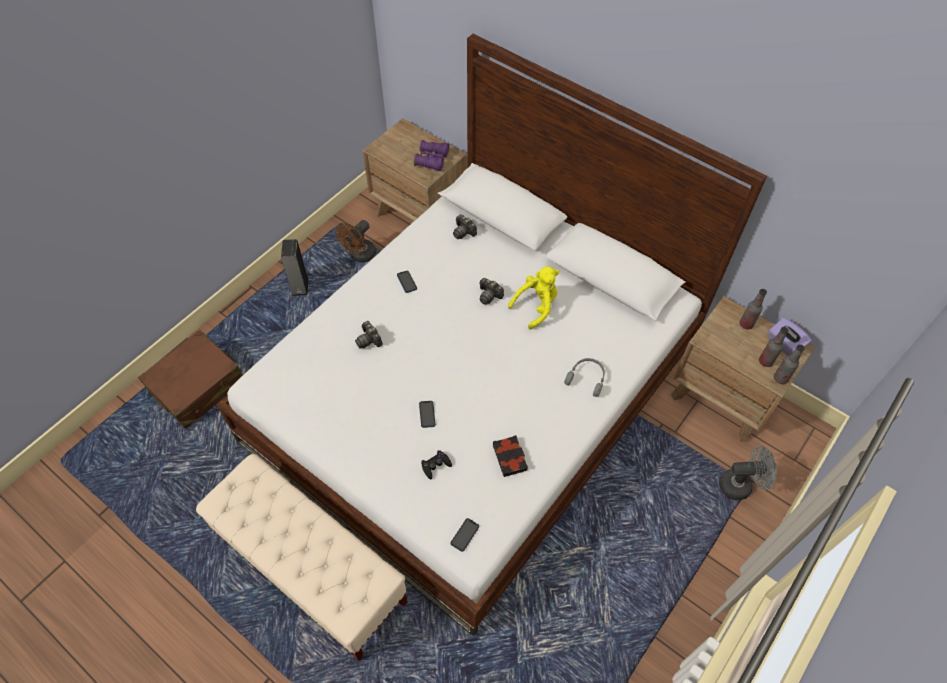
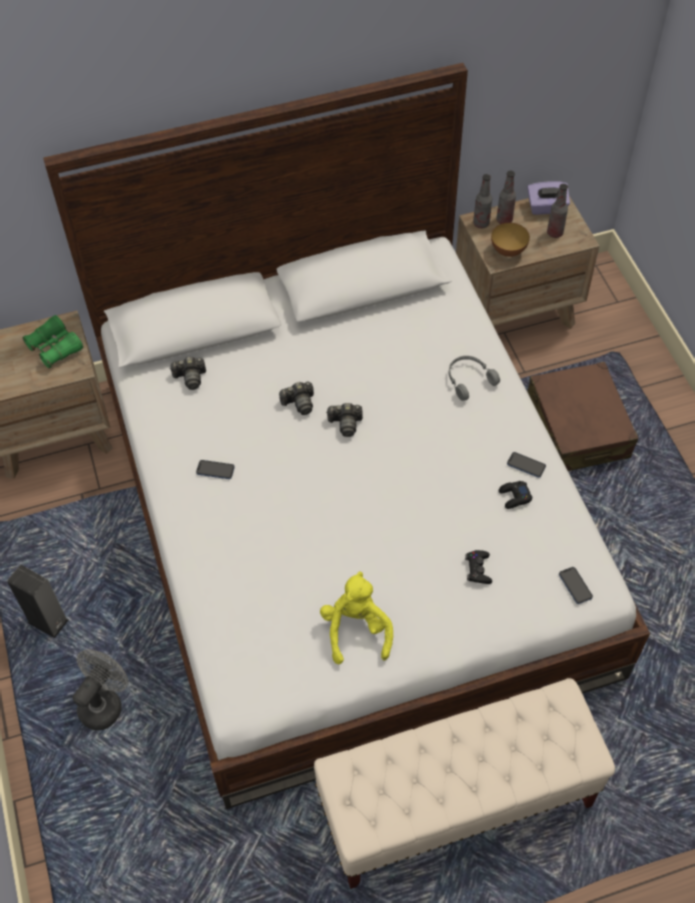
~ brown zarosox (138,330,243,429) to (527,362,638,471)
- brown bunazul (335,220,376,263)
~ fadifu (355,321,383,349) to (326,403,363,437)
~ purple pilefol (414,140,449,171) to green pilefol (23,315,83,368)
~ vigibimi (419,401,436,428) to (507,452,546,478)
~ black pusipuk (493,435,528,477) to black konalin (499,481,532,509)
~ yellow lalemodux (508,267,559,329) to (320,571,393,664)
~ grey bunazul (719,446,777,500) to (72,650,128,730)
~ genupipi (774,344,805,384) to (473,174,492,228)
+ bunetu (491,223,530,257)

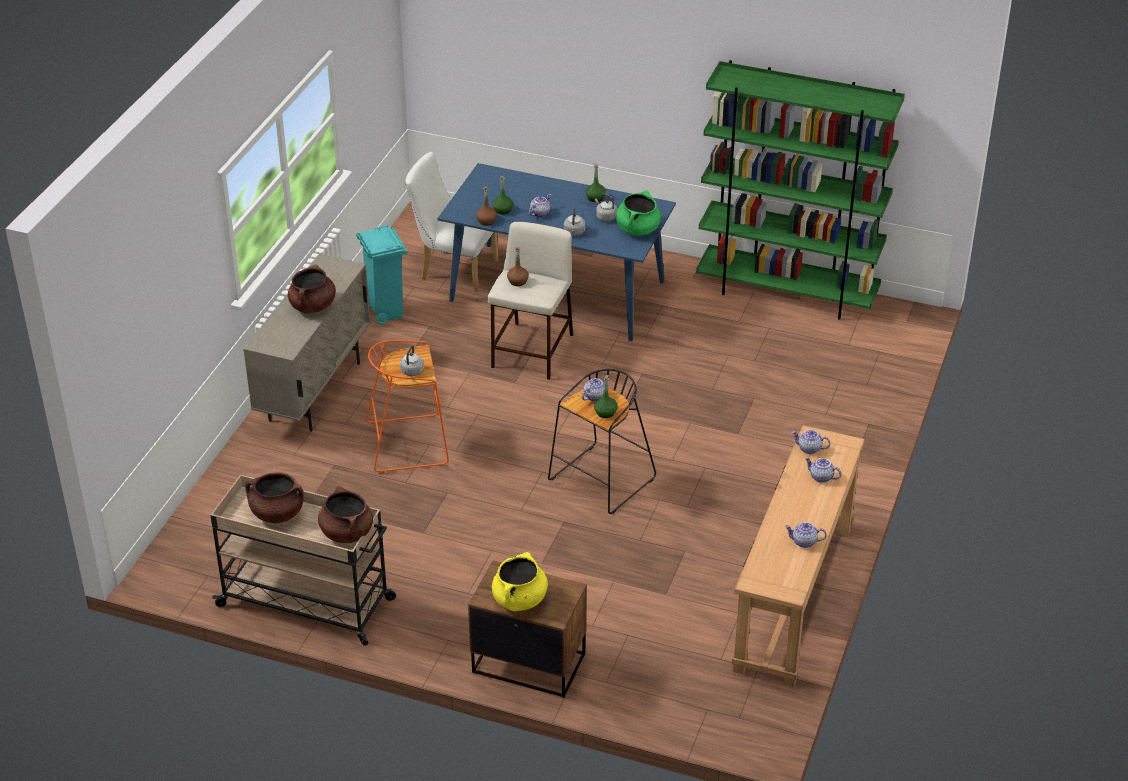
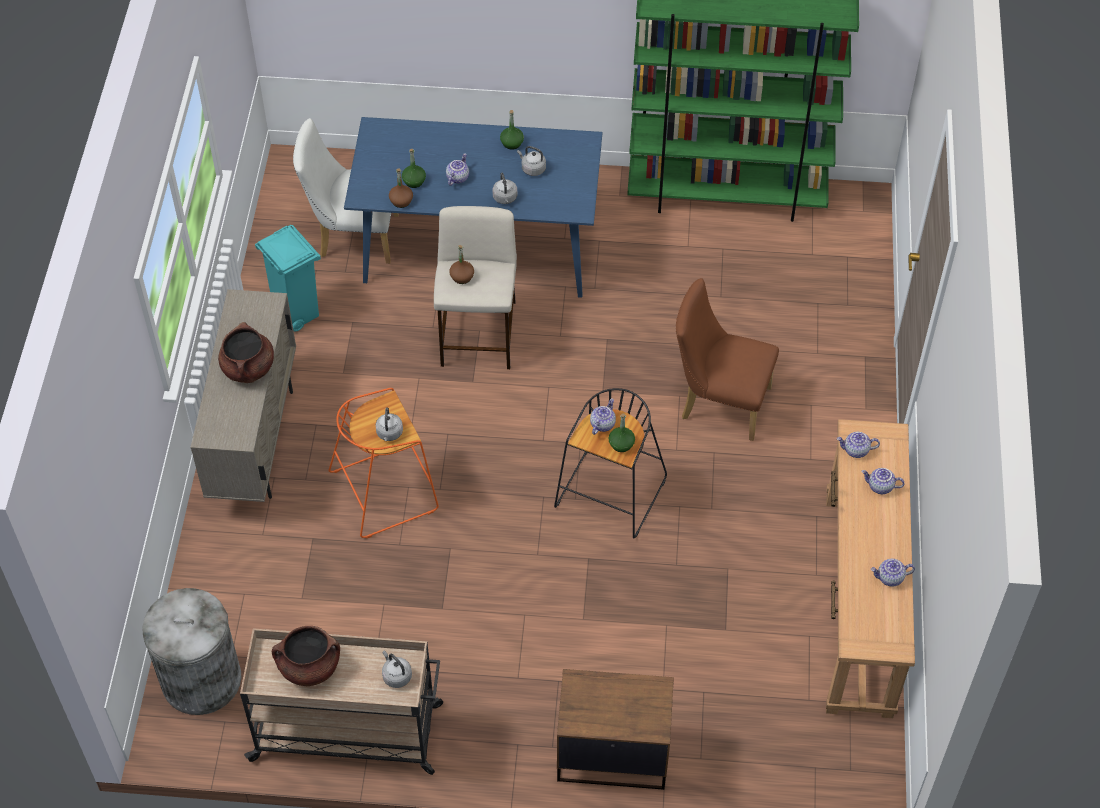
~ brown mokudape (318,486,373,543) to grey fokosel (382,650,412,688)
- yellow mokudape (492,552,548,611)
- green mokudape (616,190,661,236)
+ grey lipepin (143,588,241,715)
+ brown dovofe (676,278,779,441)

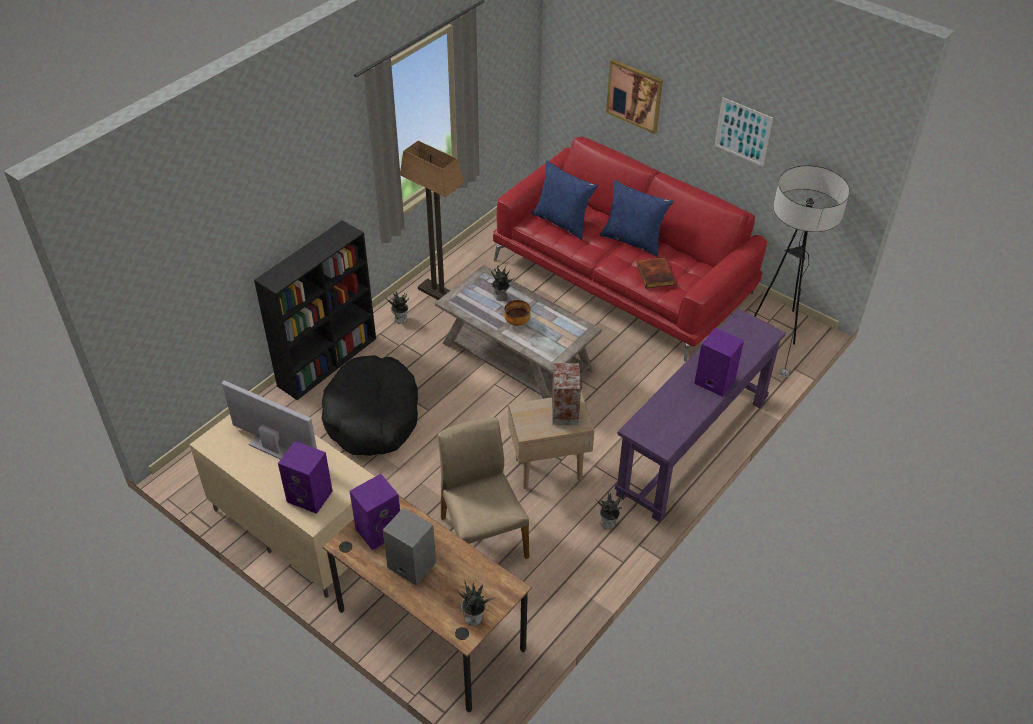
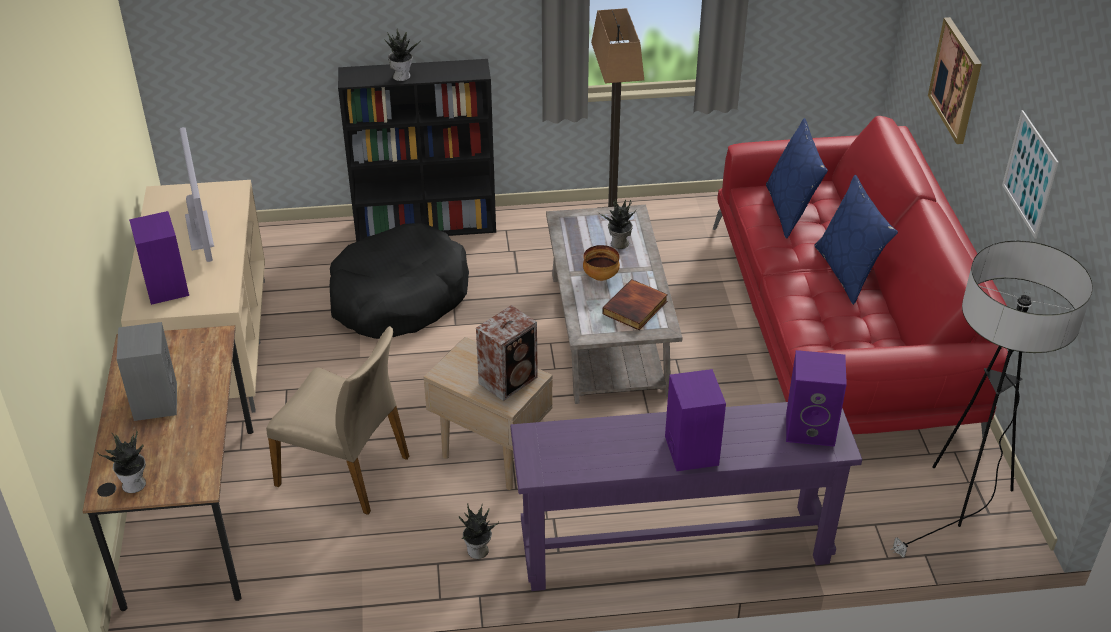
~ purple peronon (350,474,400,550) to (786,350,847,447)
~ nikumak (385,291,409,324) to (384,30,419,81)
~ beige dovofe (438,417,529,559) = (266,326,409,515) 90 degrees clockwise
~ pusipuk (637,257,675,288) to (602,279,668,330)

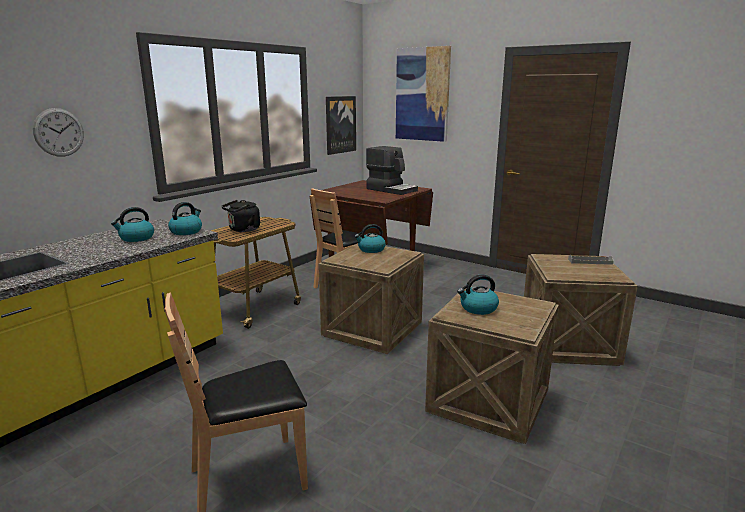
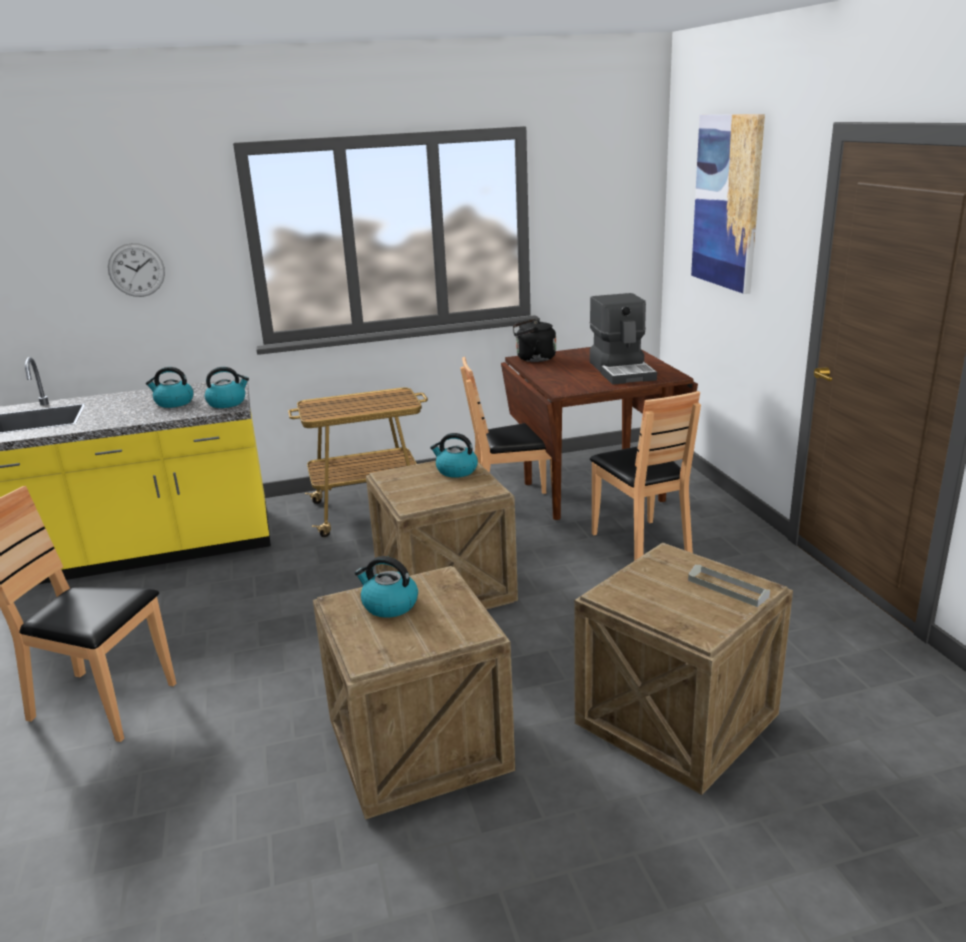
~ black fokosel (222,200,260,232) to (513,319,556,362)
- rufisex (326,96,356,155)
+ brown dovofe (590,391,701,561)

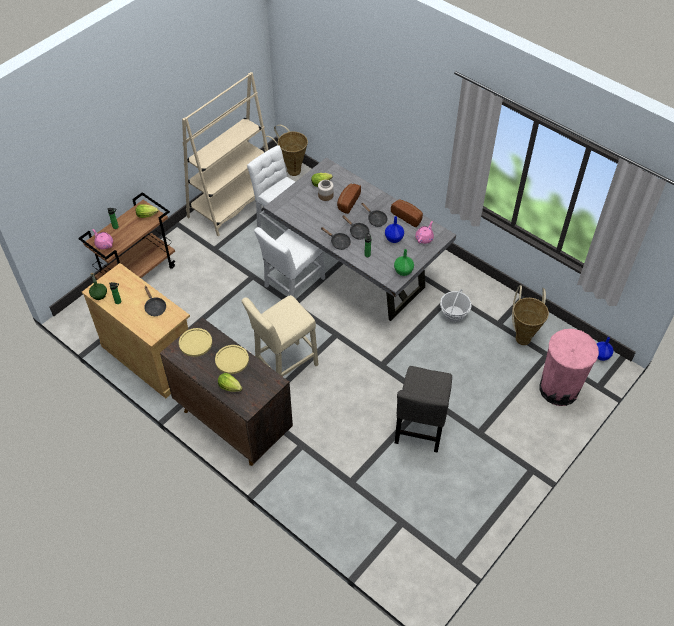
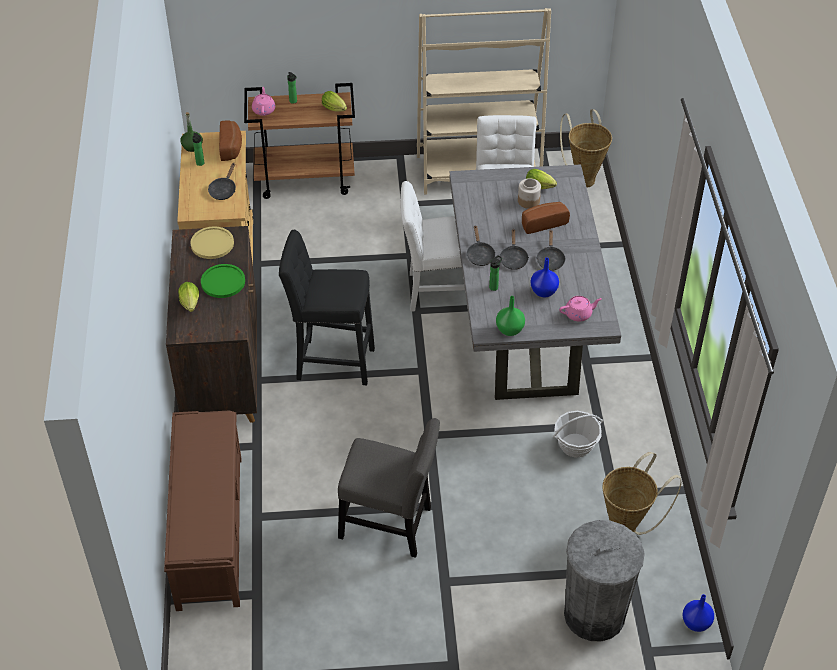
~ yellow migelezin (215,345,249,374) to green migelezin (201,264,245,298)
~ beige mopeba (241,295,319,377) to black mopeba (279,229,375,385)
~ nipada (391,199,423,227) to (219,120,242,161)
~ grey dovofe (395,366,452,453) = (338,418,440,558) 135 degrees counterclockwise
~ pink lipepin (540,329,599,406) to grey lipepin (564,520,645,642)
+ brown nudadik (164,411,241,611)

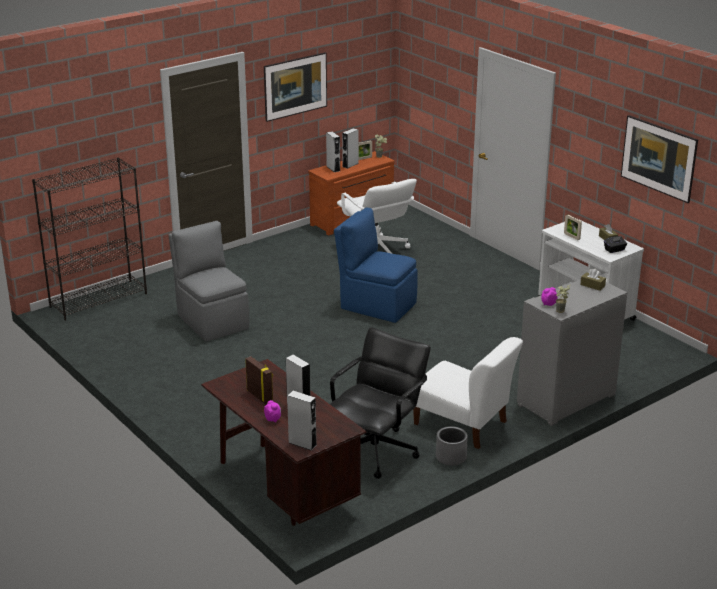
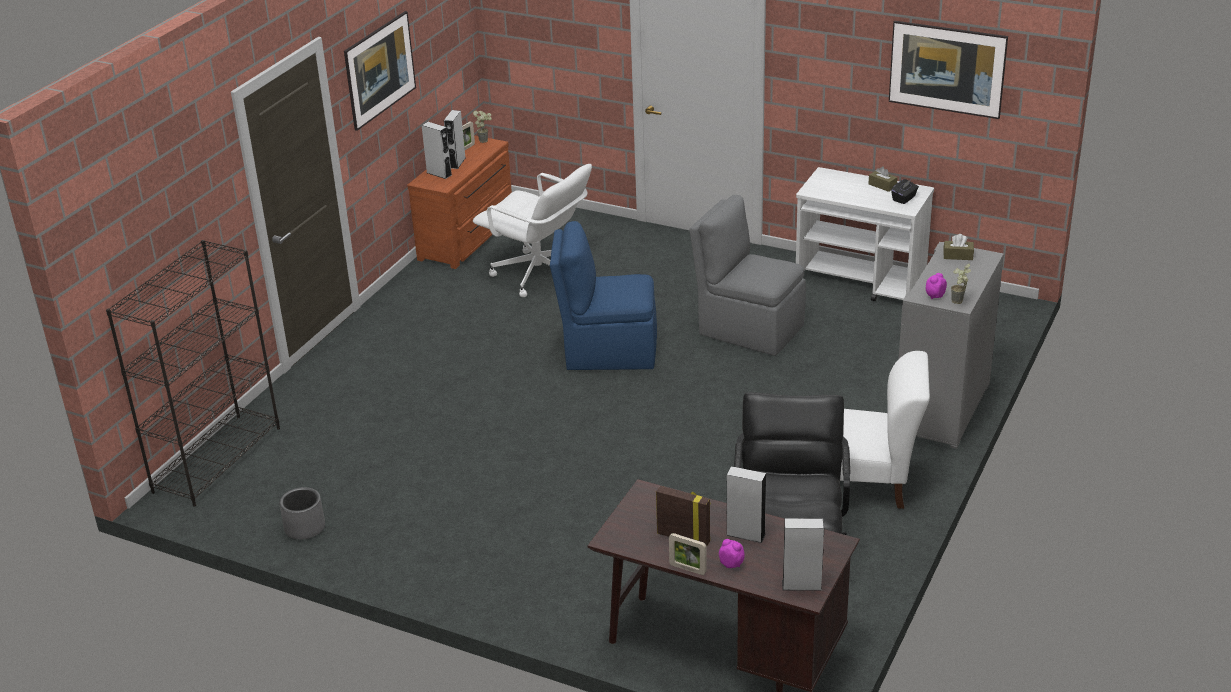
~ grey dovofe (169,221,249,341) to (689,195,806,356)
~ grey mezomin (436,426,468,466) to (279,487,325,539)
~ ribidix (564,215,582,240) to (669,533,707,575)

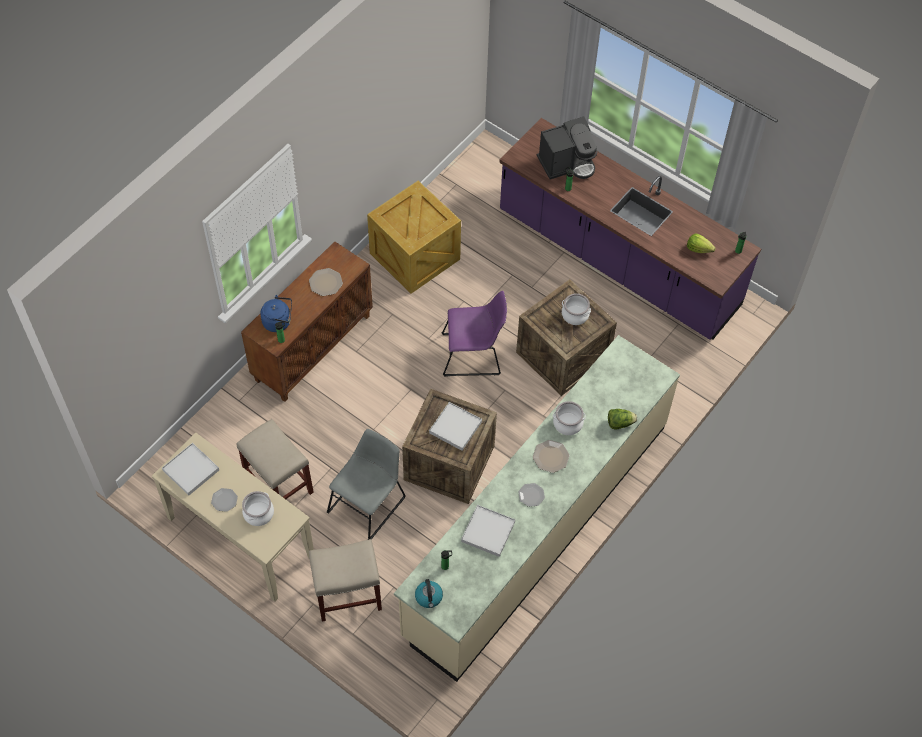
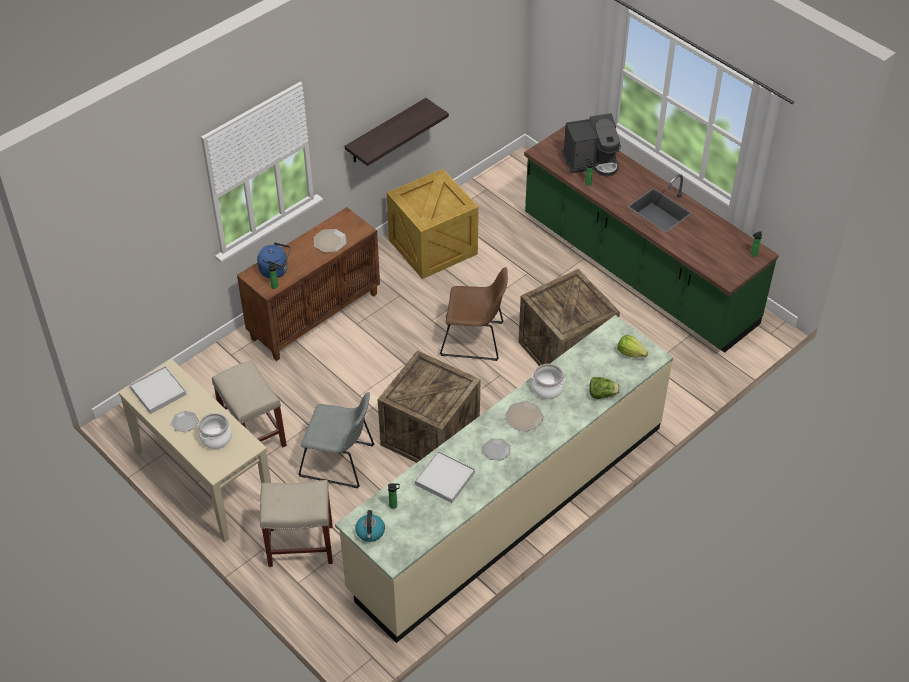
~ grey dovofe (327,429,406,540) = (298,392,374,488) 60 degrees clockwise
- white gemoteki (429,402,482,451)
~ purple dovofe (442,291,507,376) to brown dovofe (440,267,508,361)
~ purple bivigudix (499,118,761,340) to green bivigudix (524,121,779,353)
- mokudape (562,293,591,325)
~ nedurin (687,233,716,253) to (617,335,648,357)
+ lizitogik (345,98,449,166)

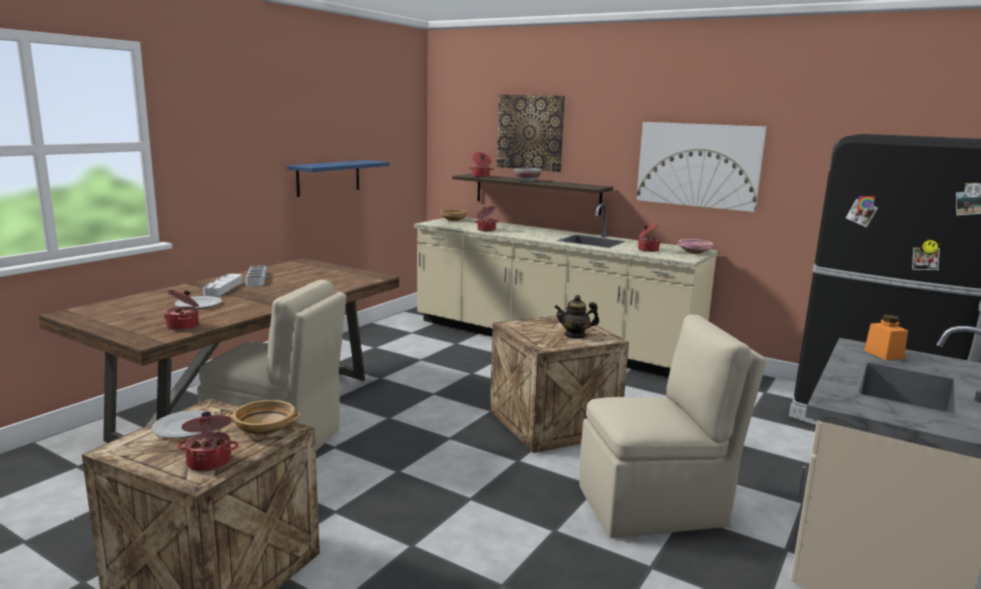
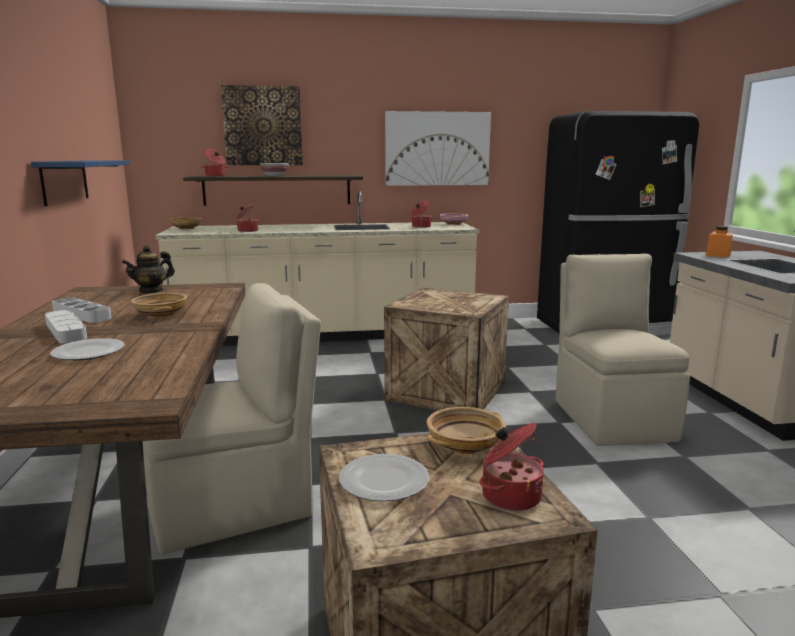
- mokudape (164,289,199,331)
~ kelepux (554,295,599,339) to (122,245,175,293)
~ beige dovofe (579,314,767,538) = (556,254,690,446) 45 degrees counterclockwise
+ beige bunetu (131,293,187,318)

